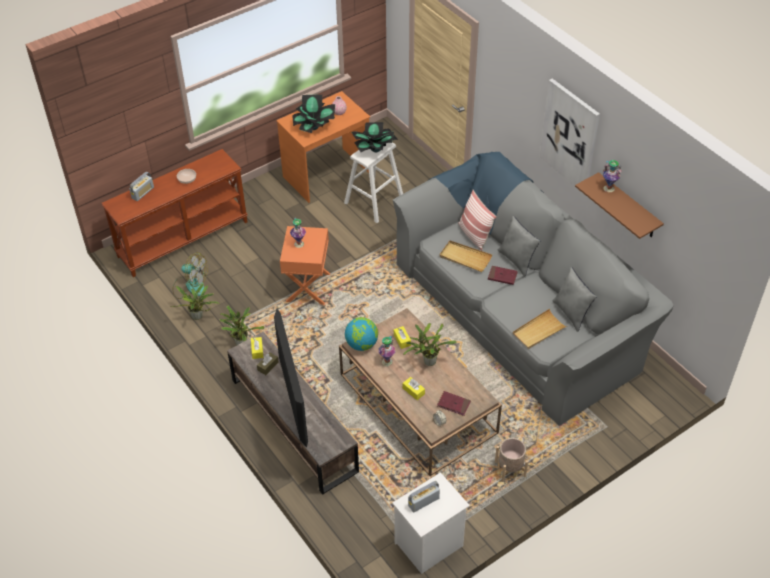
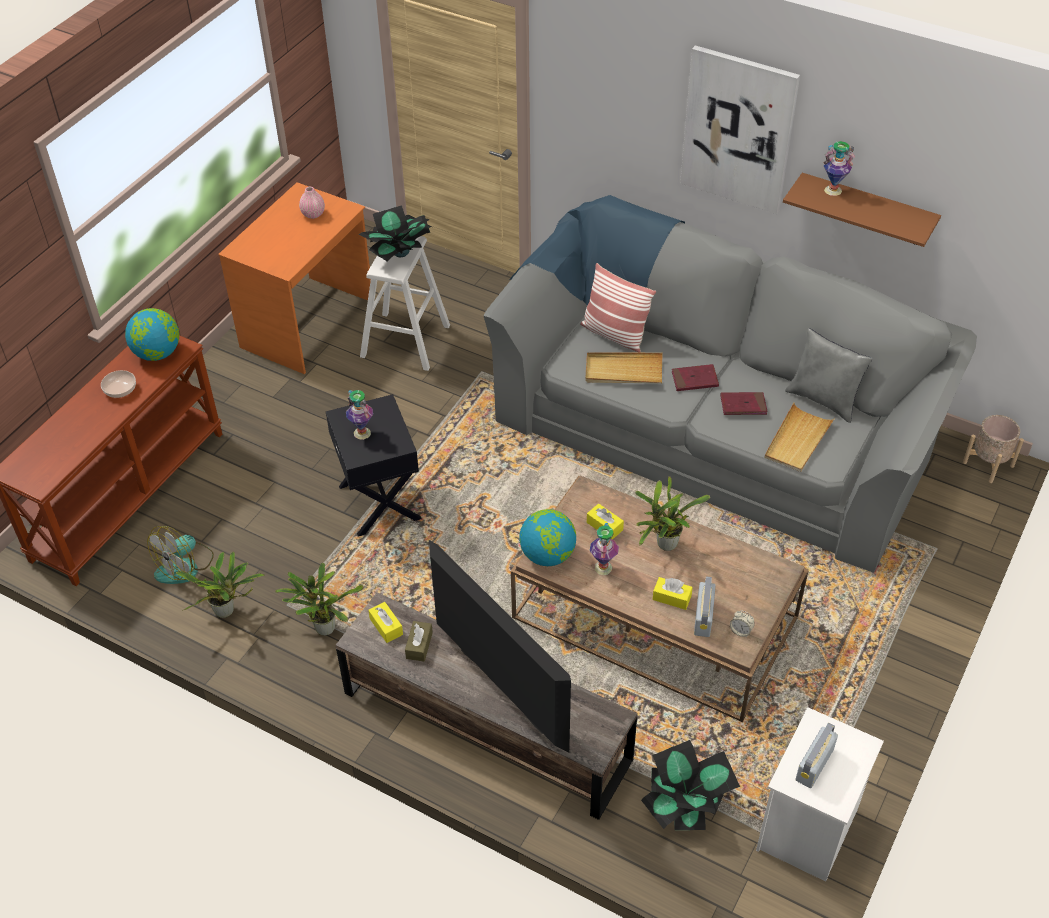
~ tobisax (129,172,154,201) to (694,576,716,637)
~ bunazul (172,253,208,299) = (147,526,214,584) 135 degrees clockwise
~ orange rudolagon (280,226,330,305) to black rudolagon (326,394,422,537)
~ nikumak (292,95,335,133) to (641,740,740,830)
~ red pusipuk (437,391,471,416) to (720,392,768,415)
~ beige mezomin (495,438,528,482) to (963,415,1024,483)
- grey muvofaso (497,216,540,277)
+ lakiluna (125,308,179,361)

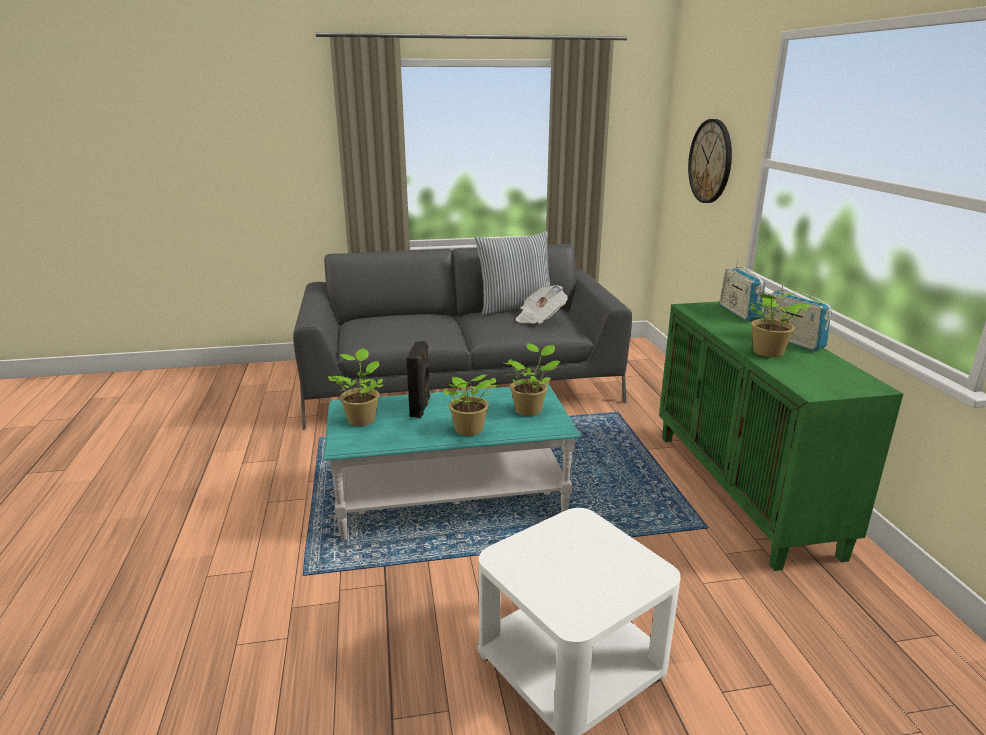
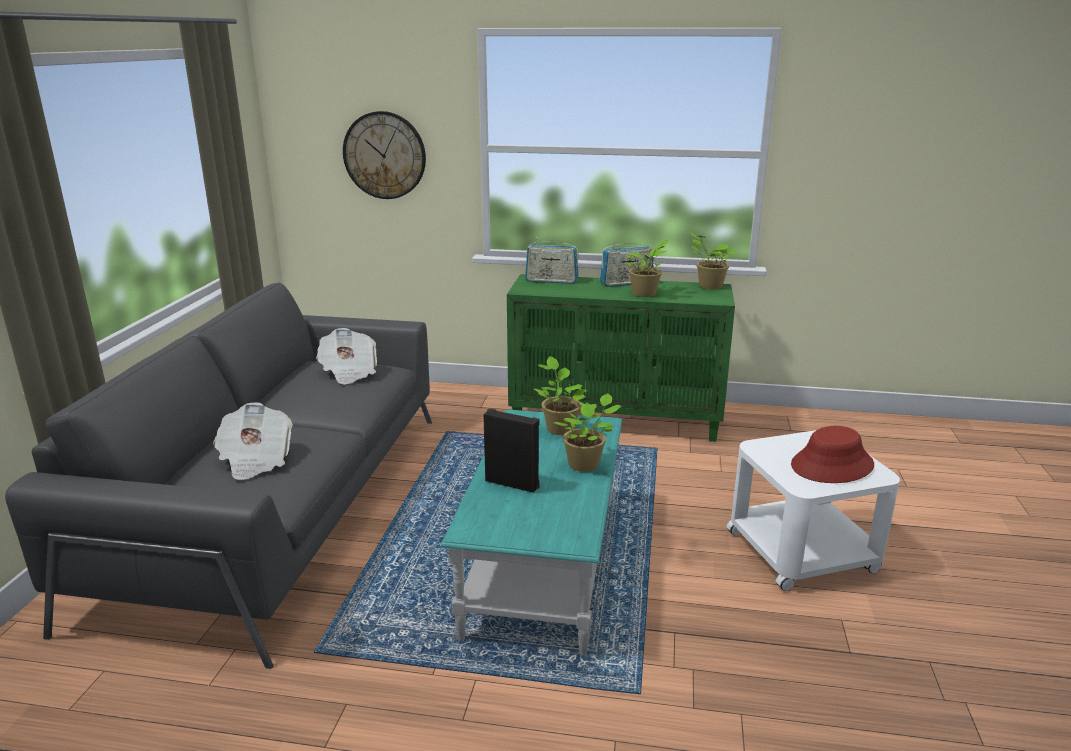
~ nikumak (328,348,383,426) to (688,231,737,289)
- muvofaso (474,231,551,315)
+ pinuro (213,402,293,480)
+ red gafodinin (791,426,874,483)

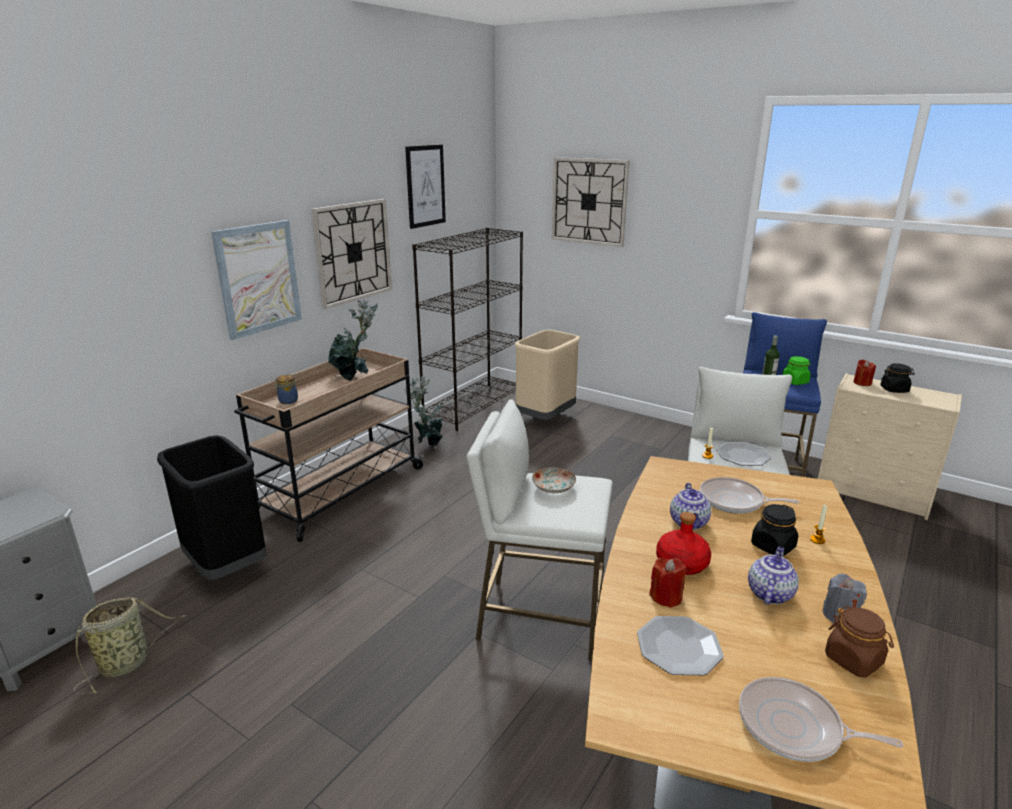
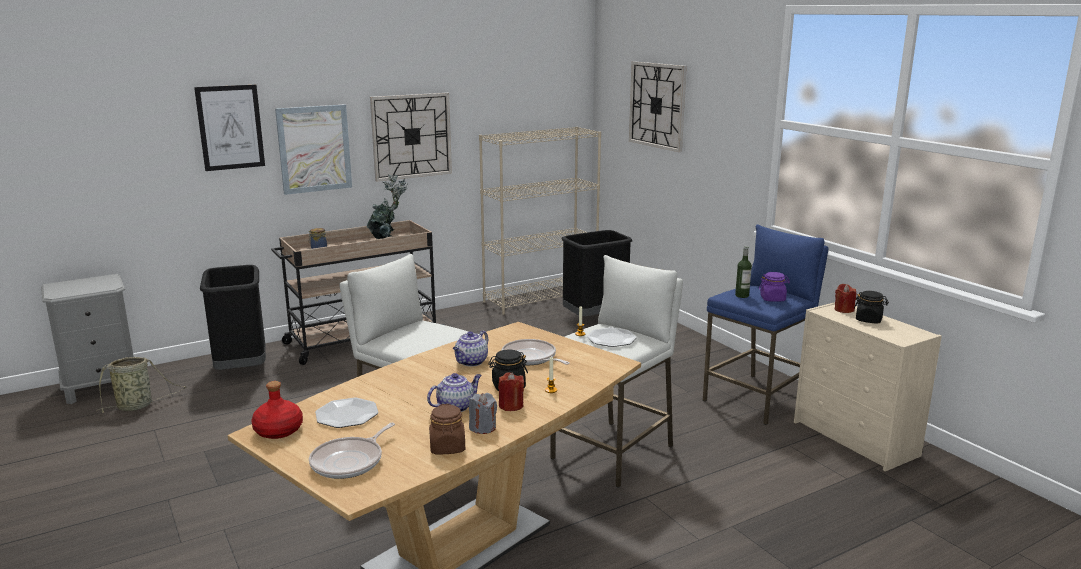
- nikumak (404,375,444,446)
~ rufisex (405,145,446,229) to (194,85,265,171)
~ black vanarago (412,227,523,431) to beige vanarago (479,127,601,315)
~ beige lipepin (514,330,580,420) to black lipepin (562,230,632,316)
- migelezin (532,467,576,493)
~ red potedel (649,558,687,608) to (498,372,524,411)
~ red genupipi (656,512,711,575) to (251,381,303,439)
~ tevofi (739,677,903,762) = (309,423,395,479) 105 degrees counterclockwise
~ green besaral (783,356,811,385) to purple besaral (759,272,790,302)

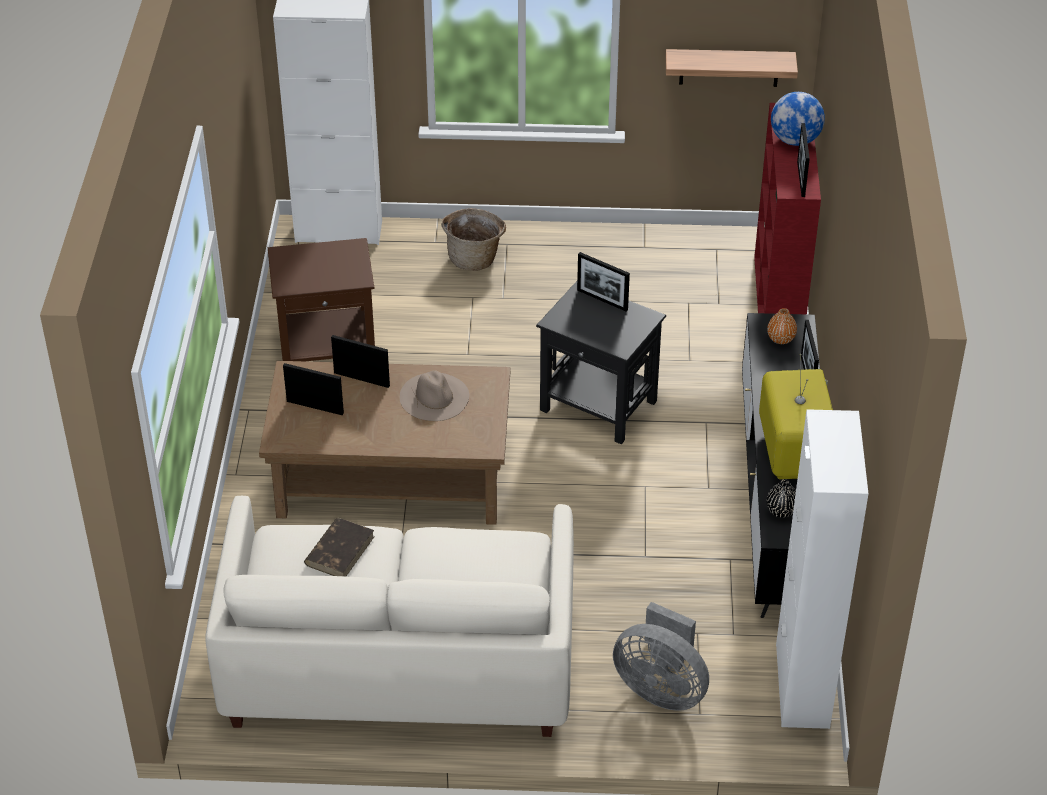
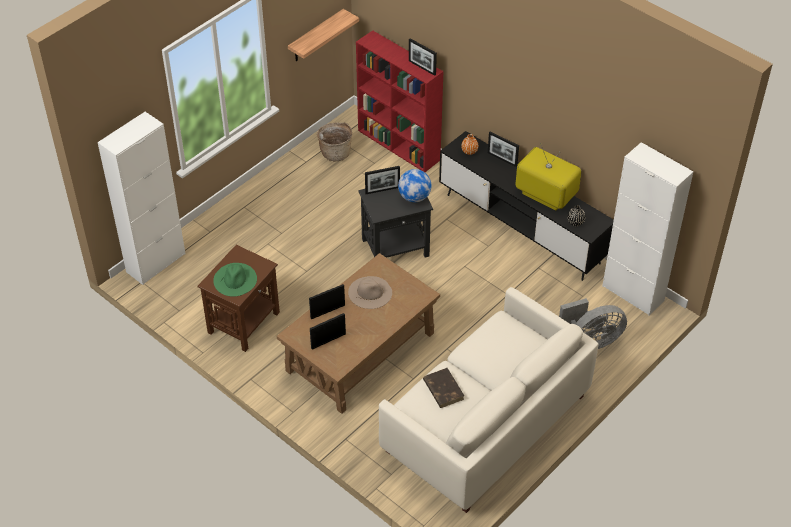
~ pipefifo (441,208,506,271) to (317,122,352,161)
~ lakiluna (771,92,825,146) to (398,169,431,202)
+ green gafodinin (213,263,257,297)

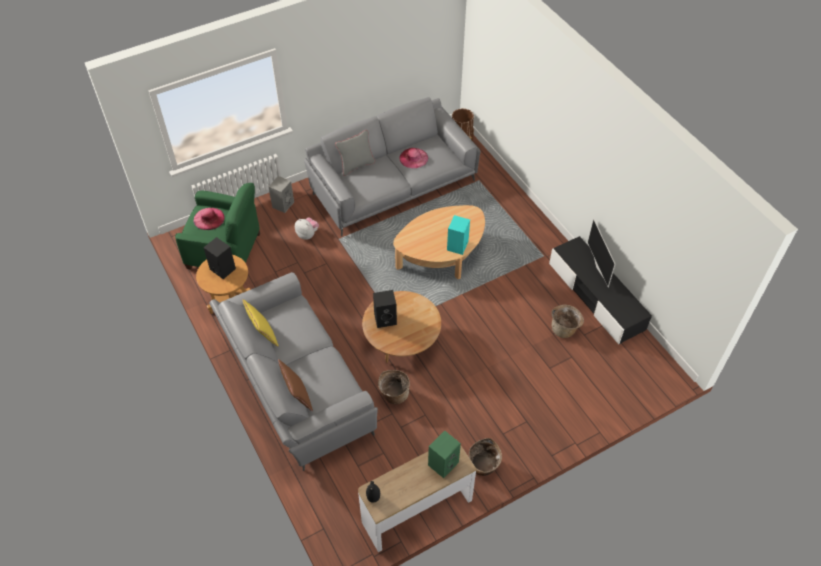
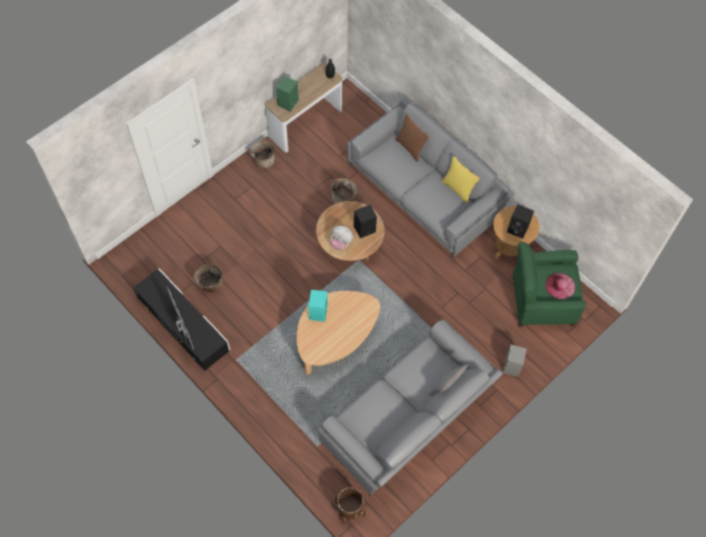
~ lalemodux (295,218,319,240) to (330,226,353,250)
- pink gafodinin (399,148,428,168)

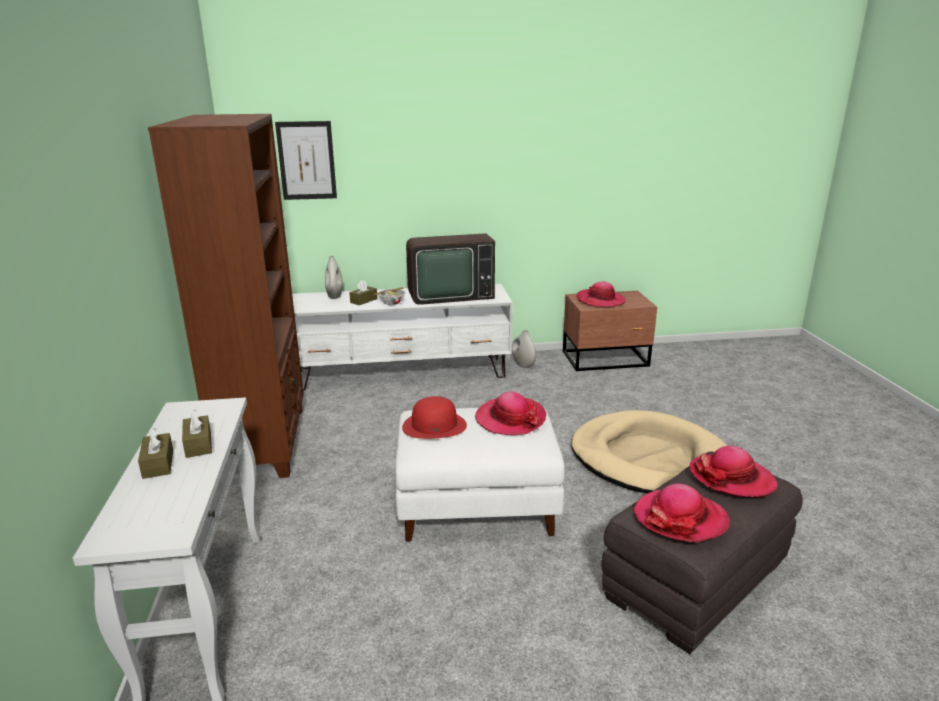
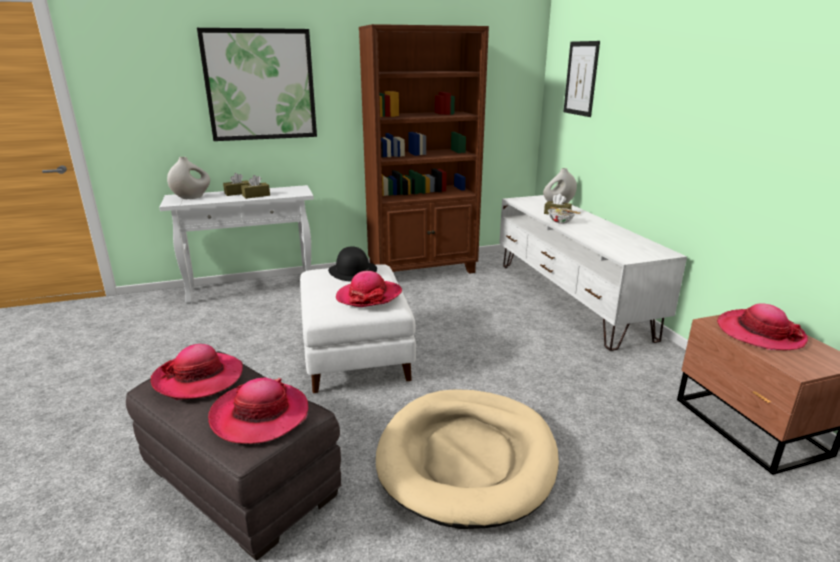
~ red gafodinin (402,396,467,439) to black gafodinin (328,246,377,282)
- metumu (406,233,495,305)
~ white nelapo (512,330,536,368) to (167,157,210,199)
+ rufisex (197,28,317,141)

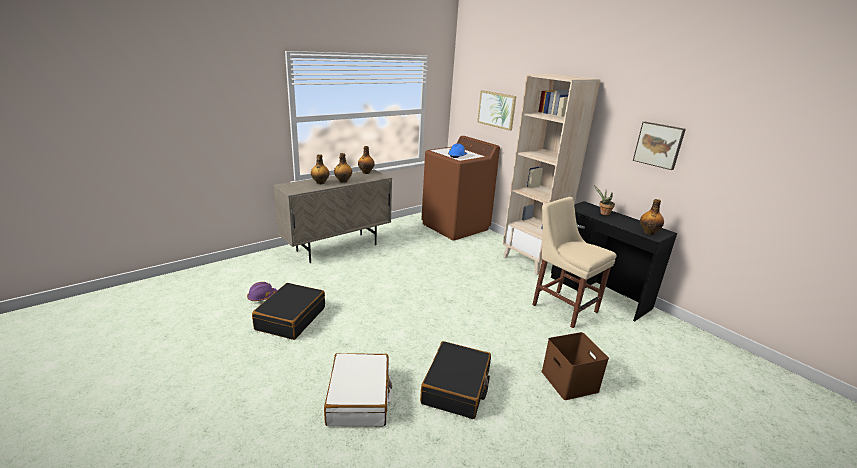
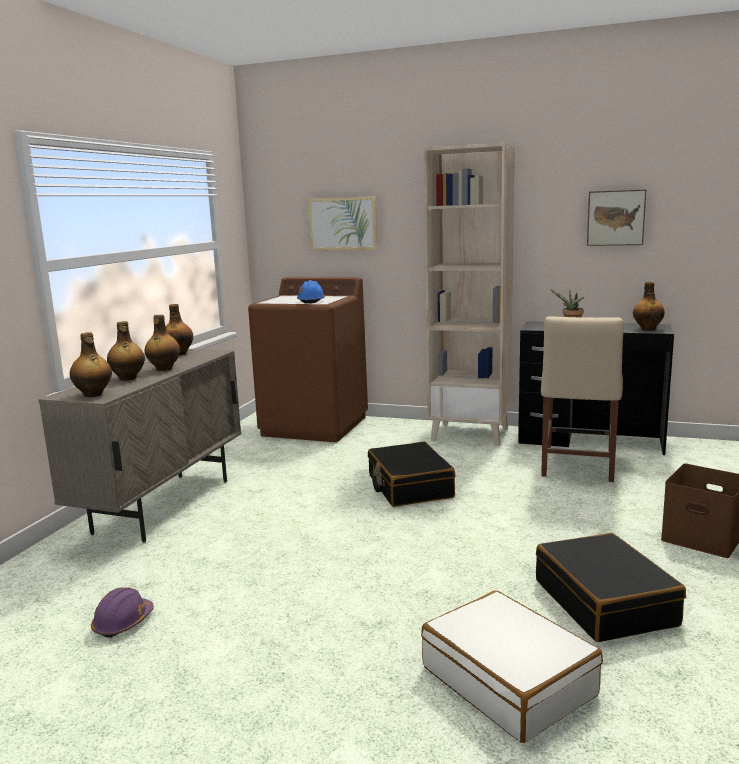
~ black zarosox (252,283,325,340) to (368,442,455,507)
~ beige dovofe (532,197,616,328) = (541,316,624,482) 90 degrees counterclockwise
+ genupipi (70,332,112,397)

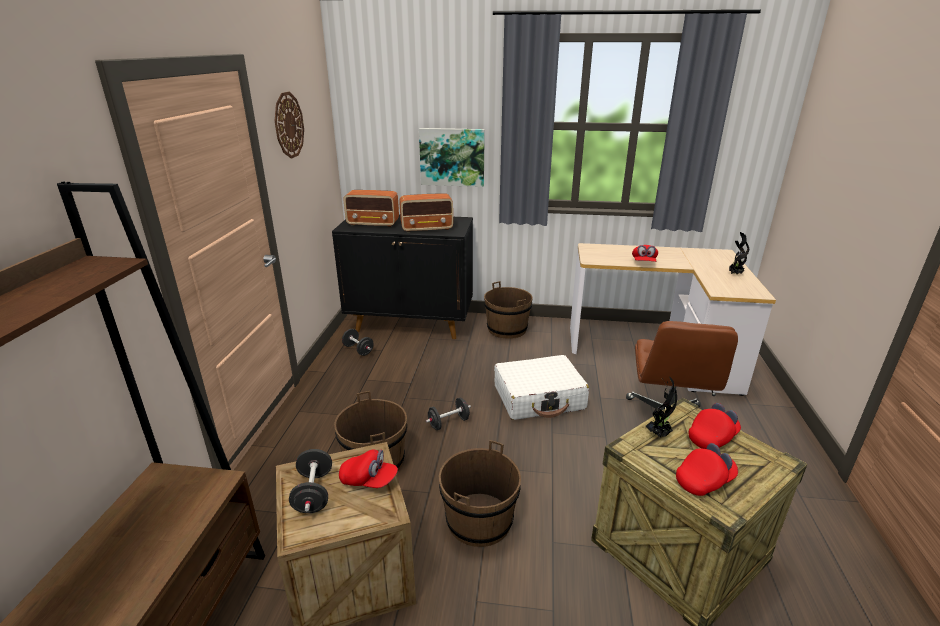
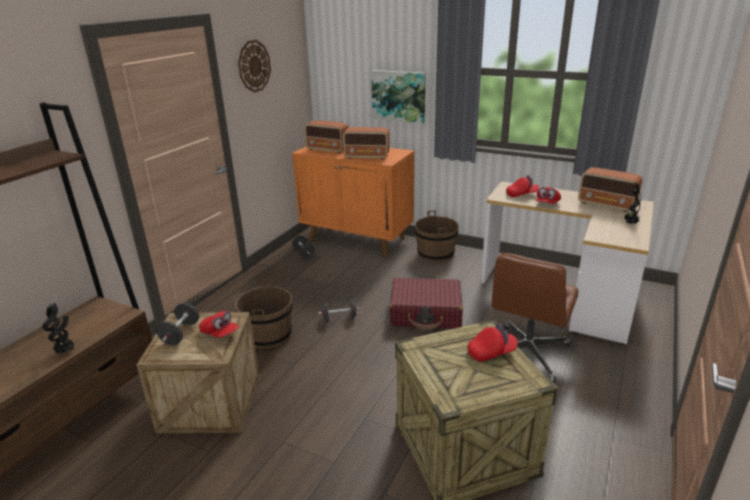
~ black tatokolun (332,214,473,339) to orange tatokolun (292,147,414,256)
- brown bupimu (439,440,521,547)
~ white zarosox (494,355,589,420) to red zarosox (390,278,463,330)
~ nikumak (646,376,677,437) to (42,303,74,354)
~ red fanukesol (676,443,738,496) to (506,175,540,197)
+ tobisax (578,167,642,212)

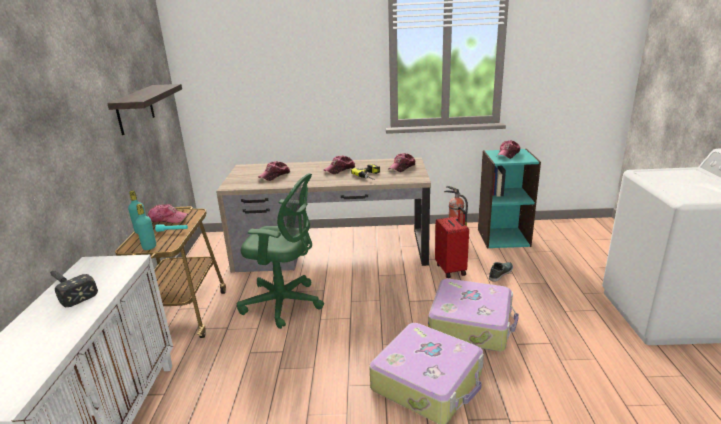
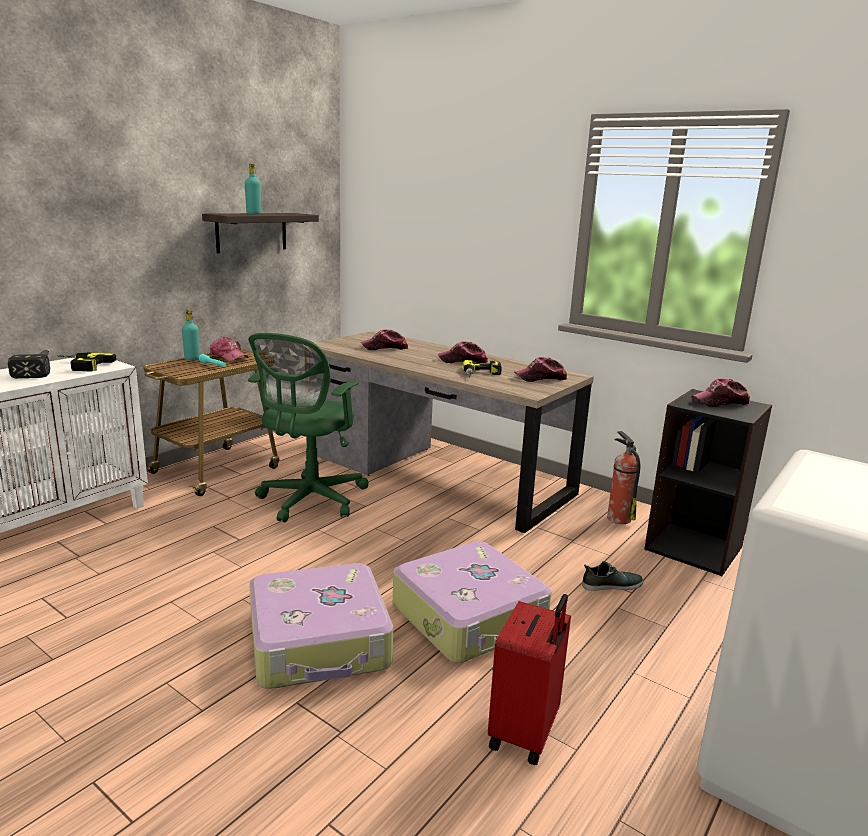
~ turquoise genupipi (135,204,156,250) to (245,163,261,214)
~ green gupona (236,173,324,329) = (248,333,369,523) 60 degrees clockwise
~ red zarosox (435,207,469,278) to (488,594,571,765)
~ turquoise vanarago (478,149,541,248) to black vanarago (644,389,772,576)
+ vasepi (58,352,117,372)

